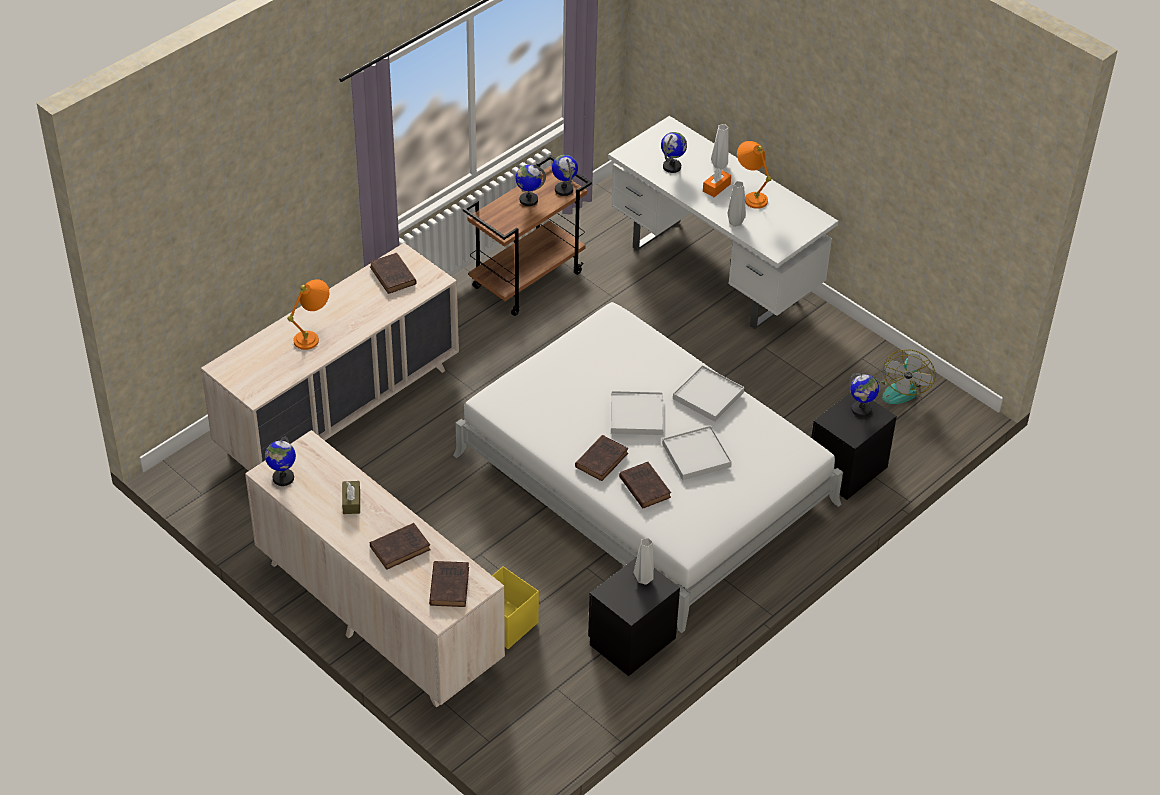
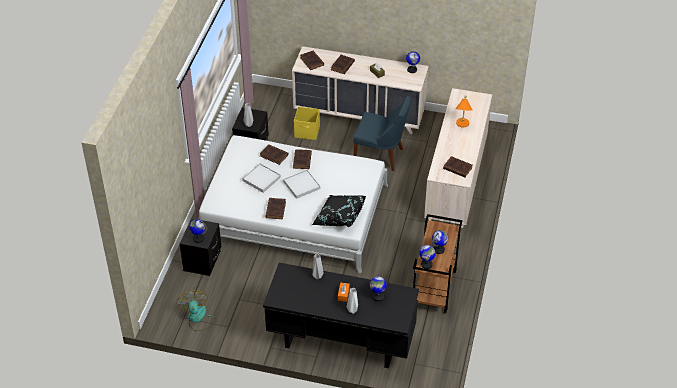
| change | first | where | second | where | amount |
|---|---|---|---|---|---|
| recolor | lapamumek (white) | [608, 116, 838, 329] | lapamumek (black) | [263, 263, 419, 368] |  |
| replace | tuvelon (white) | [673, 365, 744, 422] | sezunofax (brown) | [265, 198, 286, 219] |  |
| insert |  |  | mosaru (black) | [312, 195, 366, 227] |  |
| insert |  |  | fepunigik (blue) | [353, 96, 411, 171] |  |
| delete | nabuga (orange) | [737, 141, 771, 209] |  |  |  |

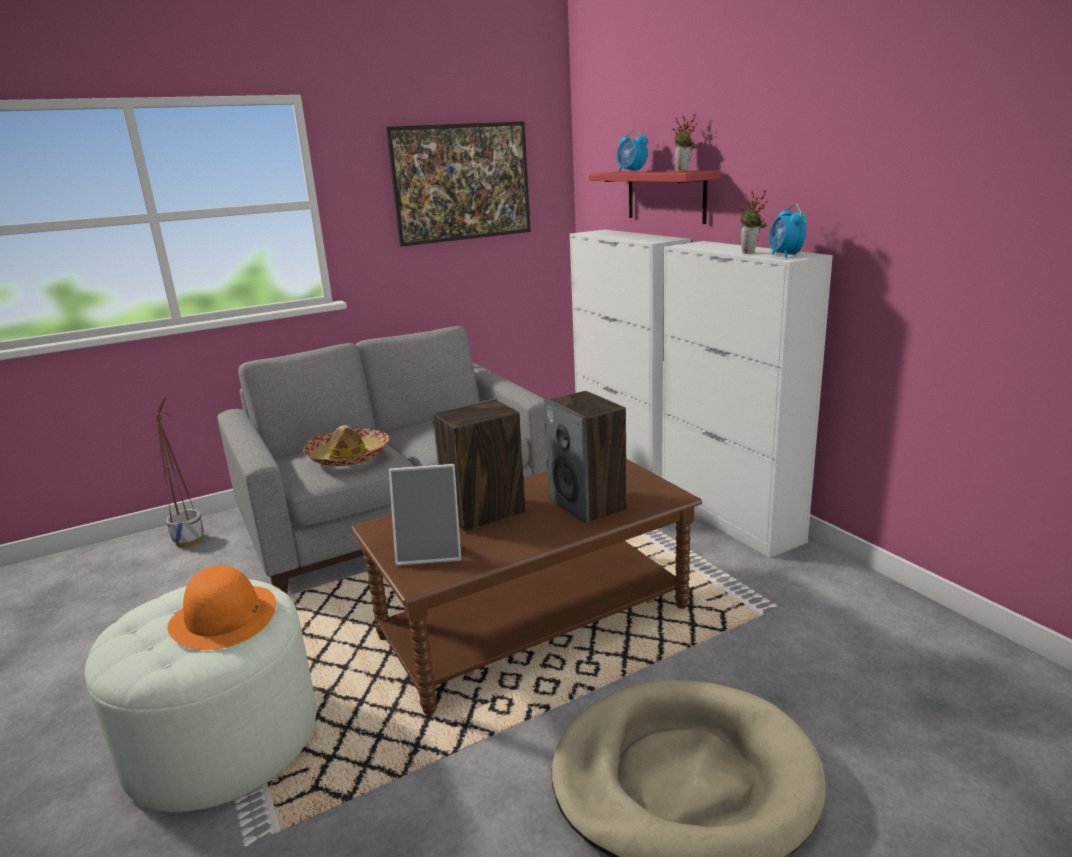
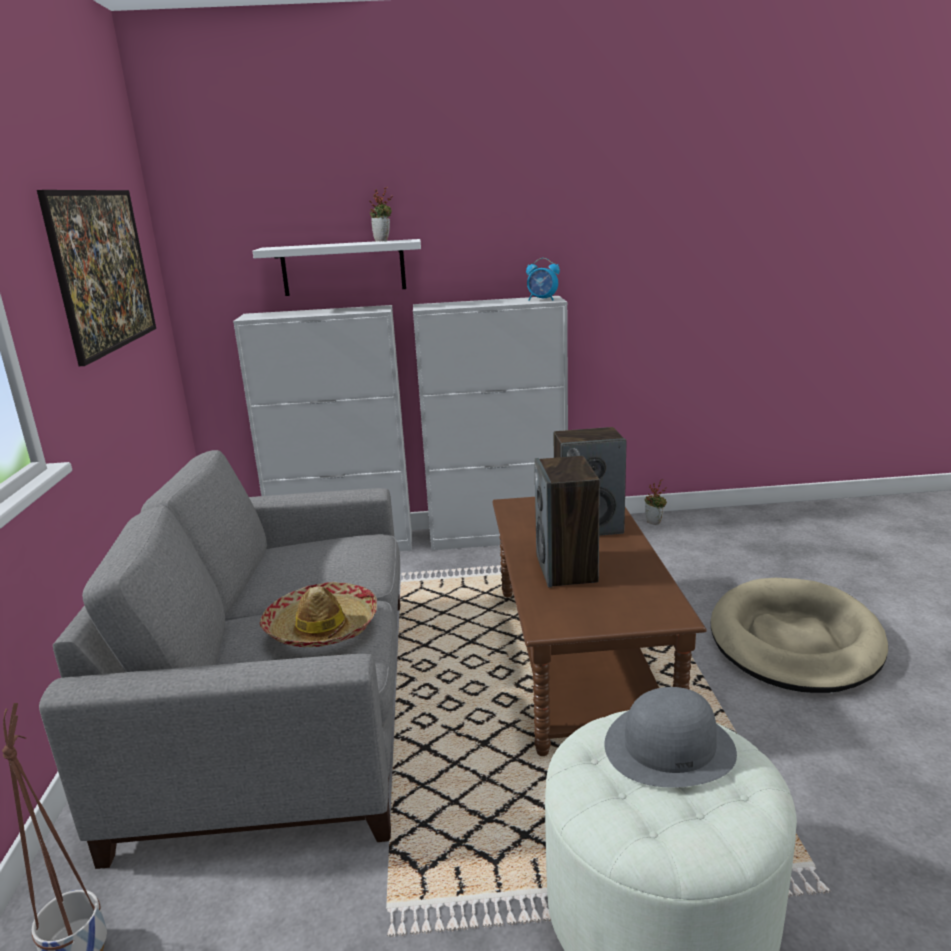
| change | first | where | second | where | amount |
|---|---|---|---|---|---|
| recolor | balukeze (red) | [589, 171, 721, 224] | balukeze (white) | [253, 239, 421, 296] |  |
| recolor | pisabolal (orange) | [167, 565, 276, 650] | pisabolal (grey) | [604, 687, 737, 787] |  |
| move | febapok | [739, 189, 768, 254] |  | [645, 480, 667, 525] |  |
| delete | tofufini | [389, 464, 461, 566] |  |  |  |
| delete | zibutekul | [616, 130, 648, 173] |  |  |  |

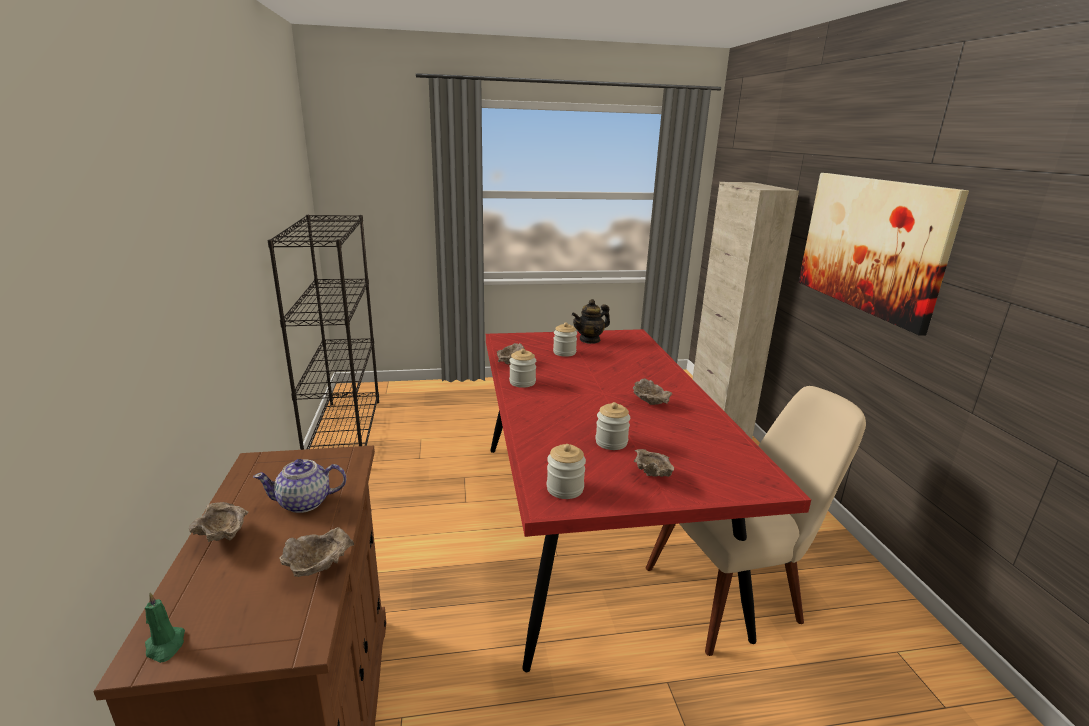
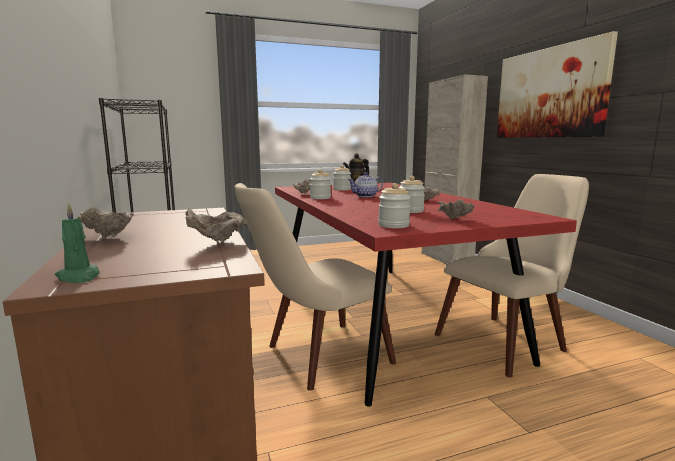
| change | first | where | second | where | amount |
|---|---|---|---|---|---|
| insert |  |  | fepunigik (beige) | [235, 183, 396, 391] |  |
| move | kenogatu | [253, 459, 346, 513] |  | [348, 172, 383, 197] |  |

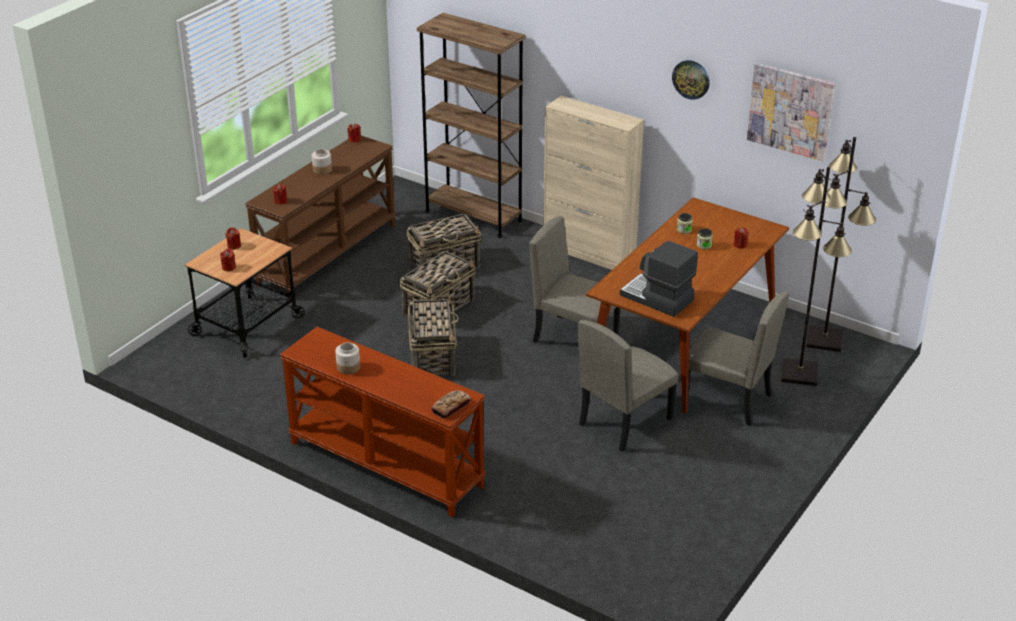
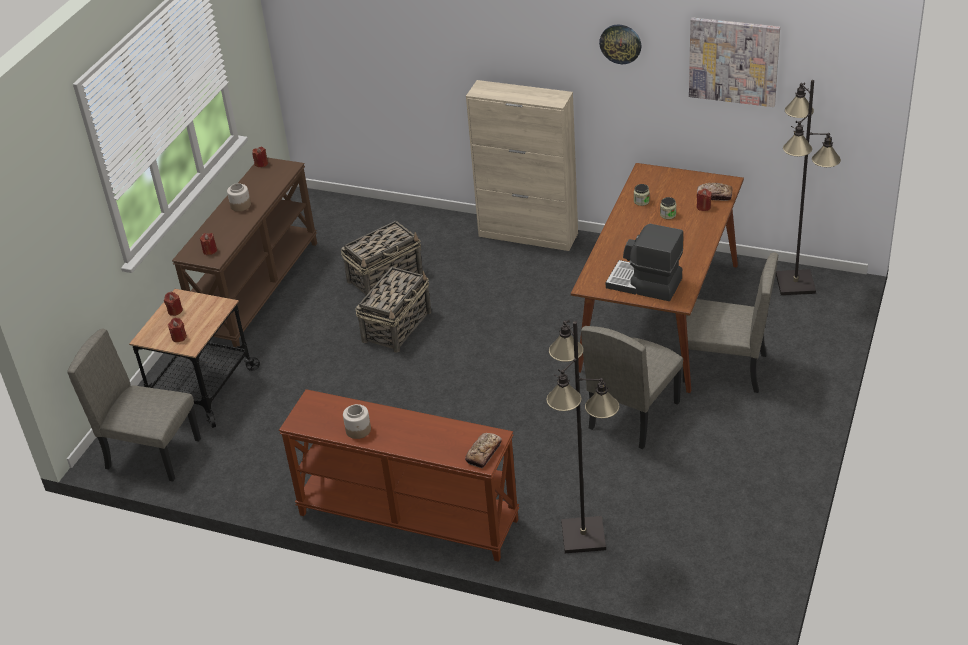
| change | first | where | second | where | amount |
|---|---|---|---|---|---|
| move | fepunigik (beige) | [529, 216, 621, 343] |  | [67, 329, 201, 482] |  |
| move | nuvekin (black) | [782, 166, 852, 386] |  | [546, 320, 620, 553] |  |
| insert |  |  | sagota | [697, 183, 733, 201] |  |
| delete | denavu | [408, 295, 459, 376] |  |  |  |
| delete | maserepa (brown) | [417, 13, 526, 238] |  |  |  |

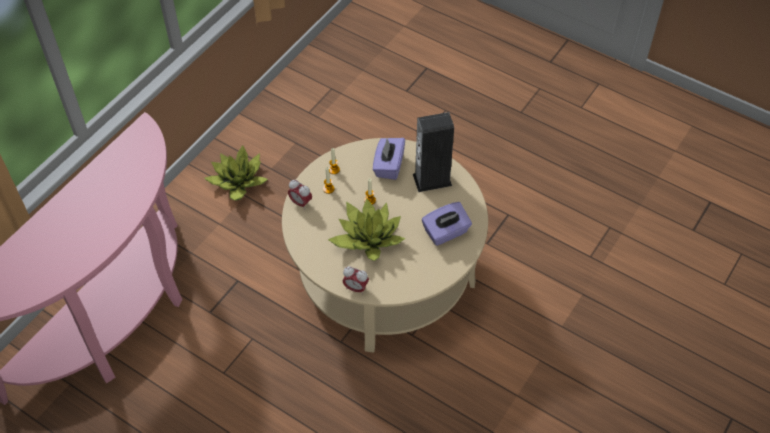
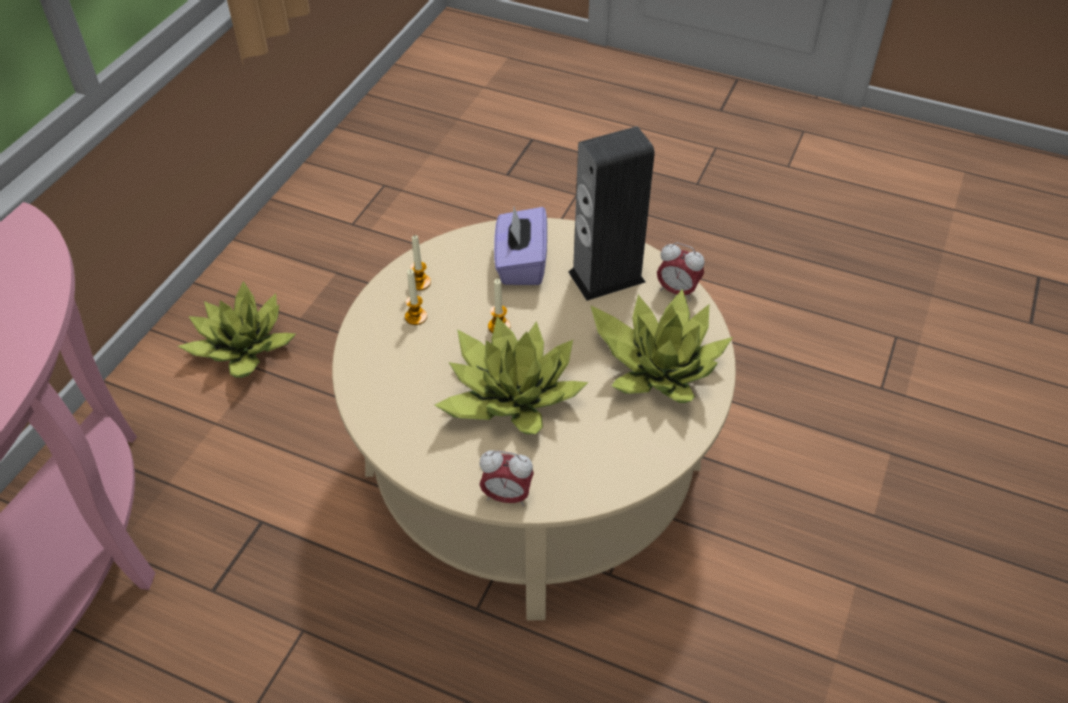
| change | first | where | second | where | amount |
|---|---|---|---|---|---|
| replace | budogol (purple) | [422, 202, 472, 246] | febapok | [590, 289, 733, 403] |  |
| move | zibutekul | [288, 180, 312, 210] |  | [657, 242, 705, 301] |  |

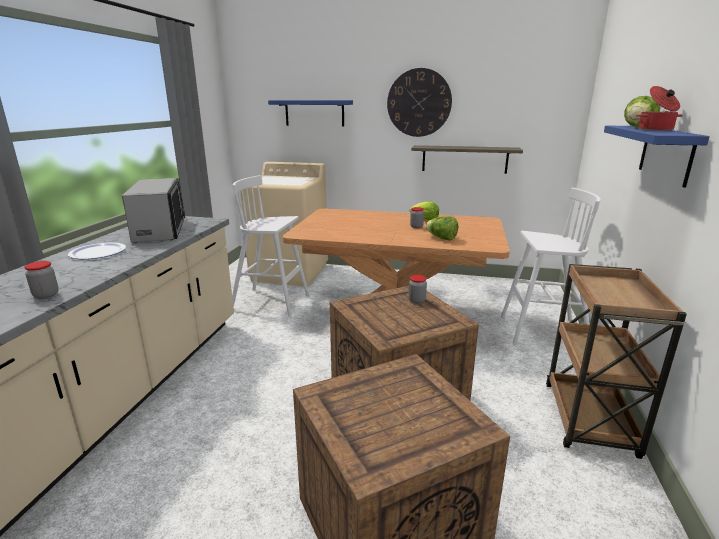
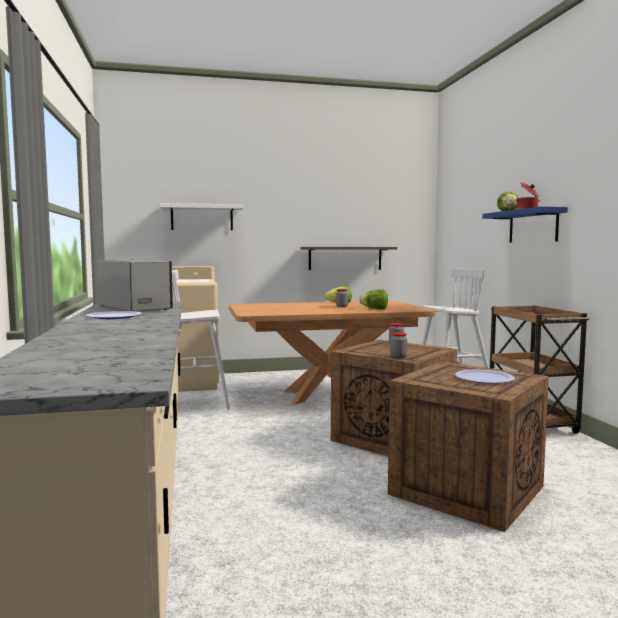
| change | first | where | second | where | amount |
|---|---|---|---|---|---|
| recolor | balukeze (blue) | [268, 100, 353, 127] | balukeze (white) | [160, 203, 244, 230] |  |
| move | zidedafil | [24, 261, 59, 299] |  | [390, 332, 407, 358] |  |
| insert |  |  | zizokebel | [455, 370, 515, 384] |  |
| delete | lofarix | [387, 68, 452, 137] |  |  |  |

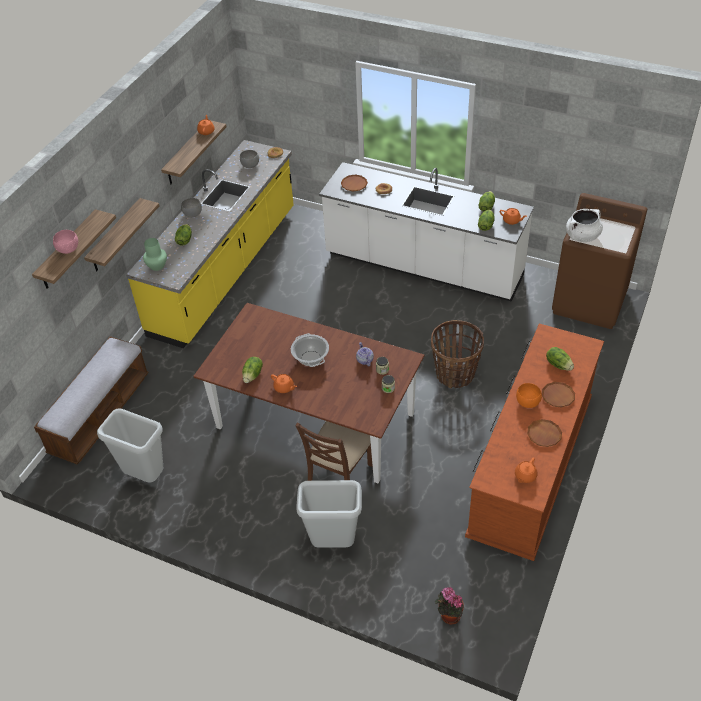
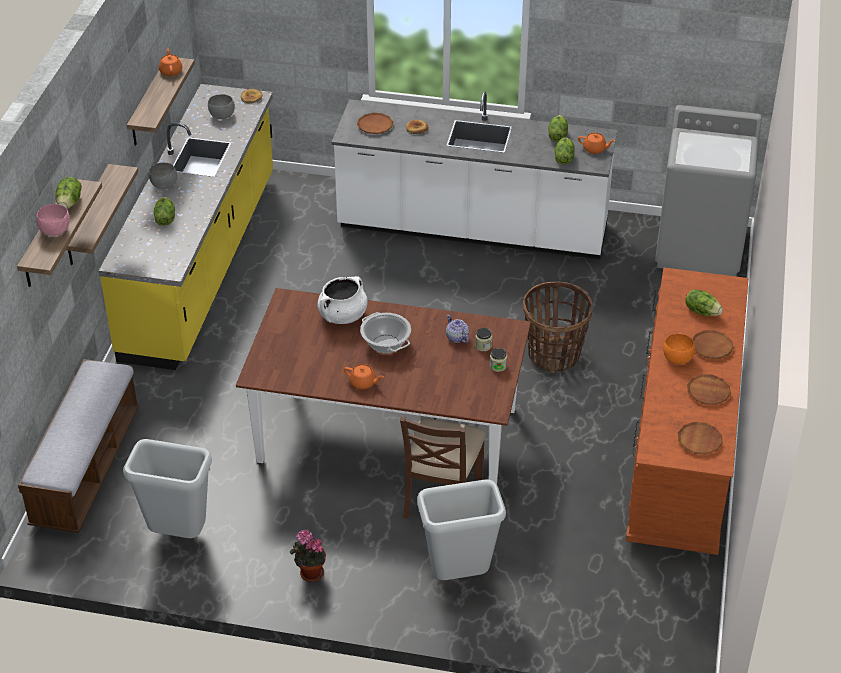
| change | first | where | second | where | amount |
|---|---|---|---|---|---|
| move | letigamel | [242, 357, 263, 383] |  | [55, 177, 82, 209] |  |
| move | febapok | [435, 587, 464, 625] |  | [290, 529, 326, 582] |  |
| move | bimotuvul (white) | [566, 209, 603, 242] |  | [317, 276, 368, 324] |  |
| recolor | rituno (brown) | [552, 193, 647, 329] | rituno (grey) | [655, 105, 762, 276] |  |
| replace | kenogatu (orange) | [515, 458, 538, 483] | zizokebel (brown) | [678, 422, 722, 455] |  |
| delete | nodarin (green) | [143, 238, 167, 271] |  |  |  |

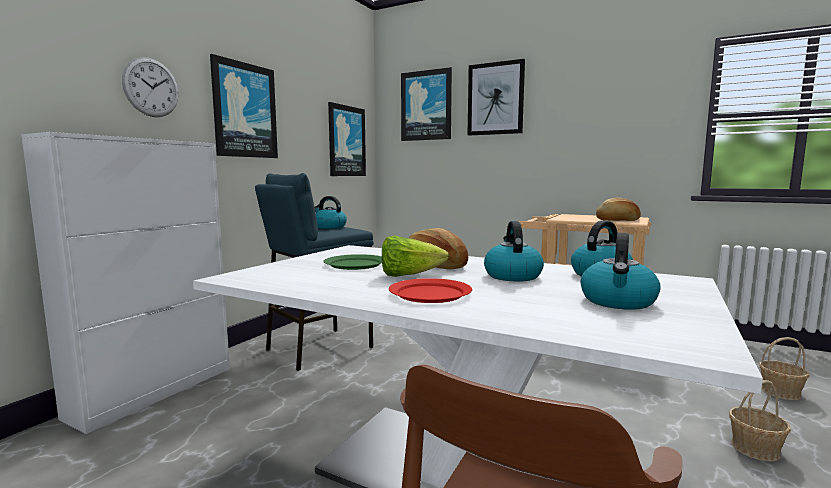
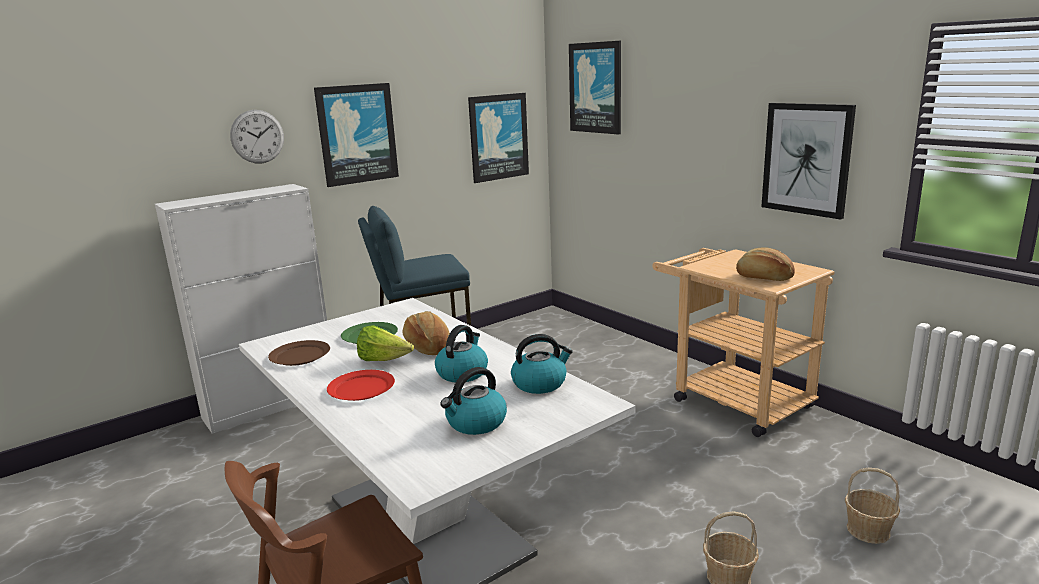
| change | first | where | second | where | amount |
|---|---|---|---|---|---|
| insert |  |  | zizokebel (brown) | [268, 340, 330, 366] |  |
| move | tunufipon | [467, 59, 525, 135] |  | [761, 103, 856, 220] |  |
| delete | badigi | [315, 196, 347, 229] |  |  |  |

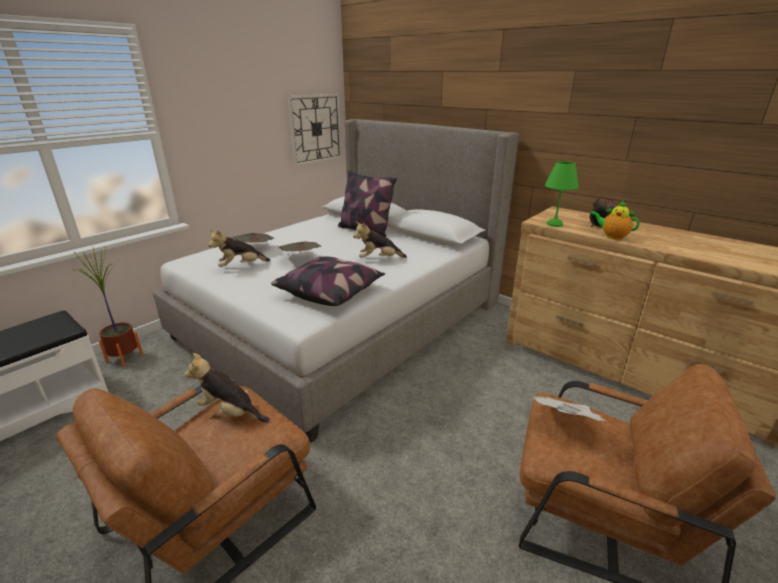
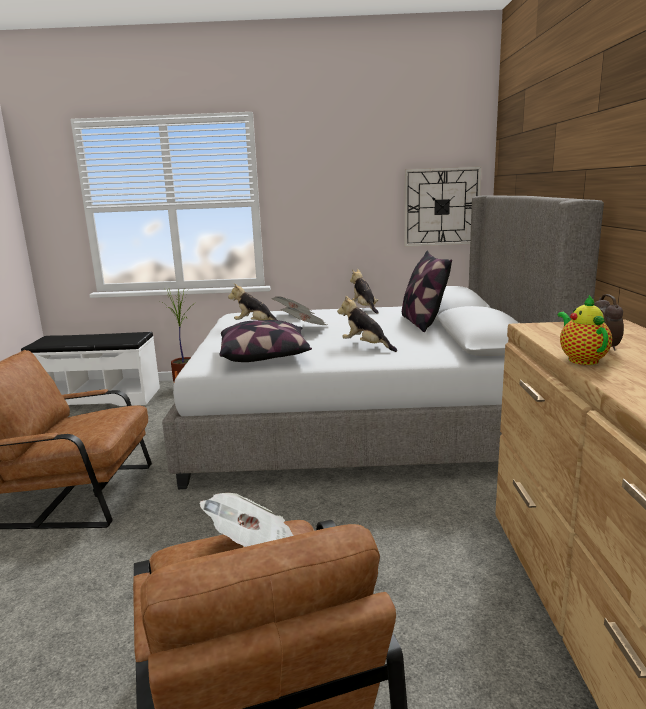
| change | first | where | second | where | amount |
|---|---|---|---|---|---|
| move | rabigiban | [184, 353, 270, 422] |  | [350, 269, 379, 314] |  |
| delete | nabuga (green) | [545, 161, 579, 227] |  |  |  |

